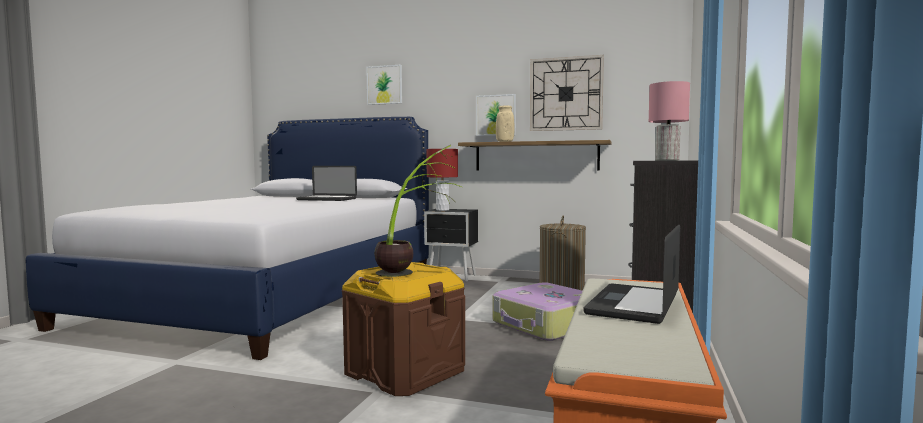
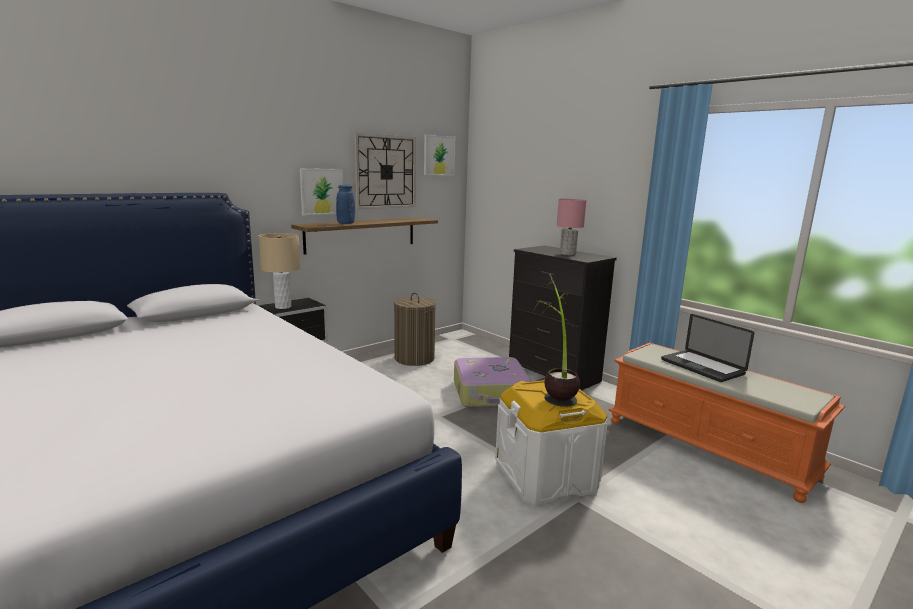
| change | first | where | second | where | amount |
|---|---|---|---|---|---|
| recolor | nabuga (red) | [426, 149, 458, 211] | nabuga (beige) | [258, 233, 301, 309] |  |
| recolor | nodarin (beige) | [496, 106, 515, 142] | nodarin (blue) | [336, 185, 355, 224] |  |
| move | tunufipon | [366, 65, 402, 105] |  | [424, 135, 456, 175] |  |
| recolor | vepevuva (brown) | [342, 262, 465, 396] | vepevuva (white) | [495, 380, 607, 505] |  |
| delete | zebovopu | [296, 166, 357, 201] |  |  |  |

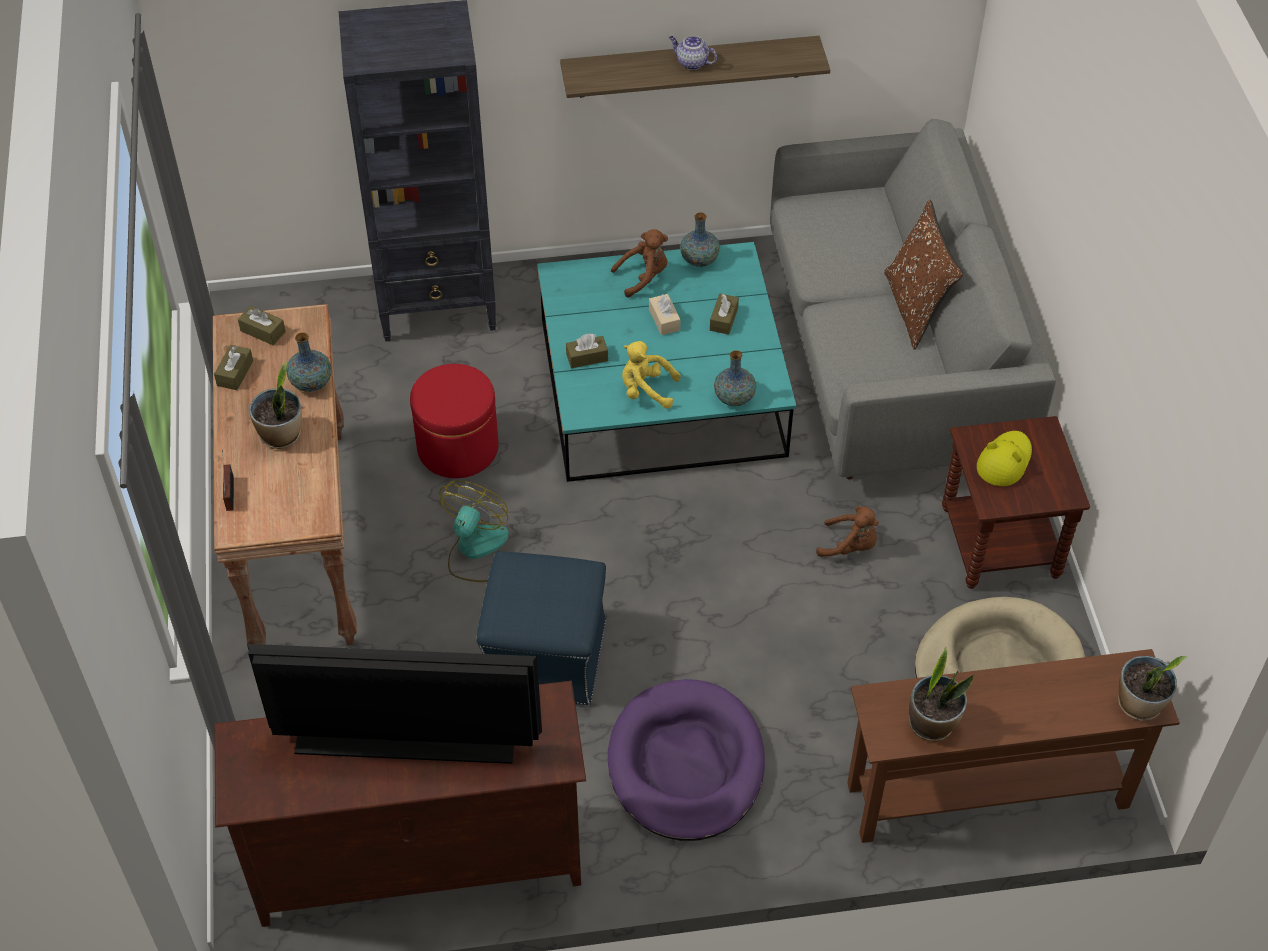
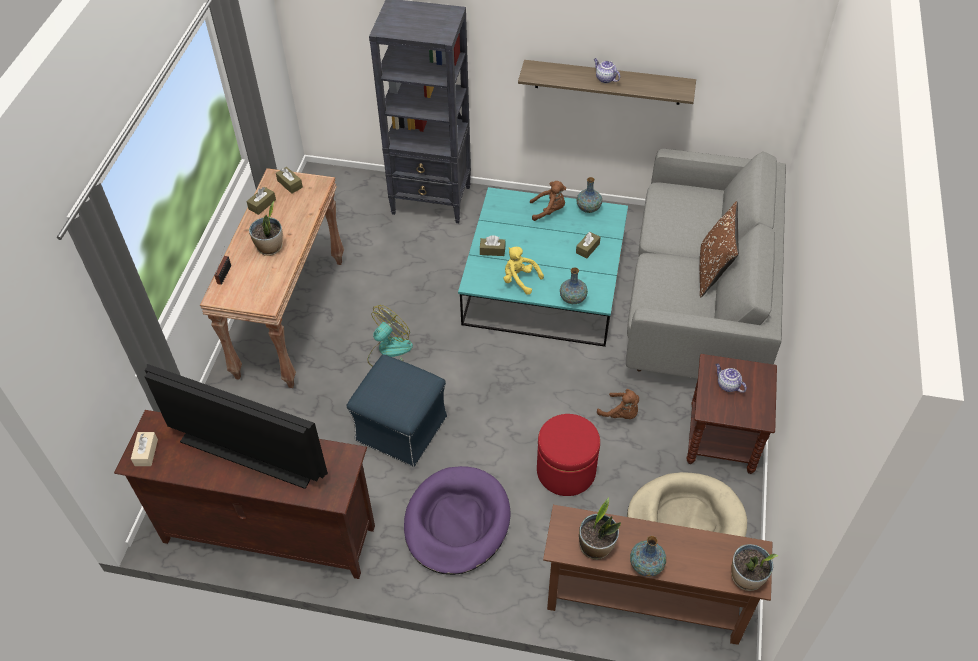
| change | first | where | second | where | amount |
|---|---|---|---|---|---|
| move | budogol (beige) | [649, 294, 680, 335] |  | [131, 432, 158, 466] |  |
| move | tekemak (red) | [410, 364, 499, 478] |  | [537, 414, 600, 496] |  |
| move | nodarin | [286, 332, 332, 392] |  | [630, 536, 666, 577] |  |
| replace | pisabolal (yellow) | [977, 431, 1032, 486] | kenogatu | [716, 363, 747, 393] |  |

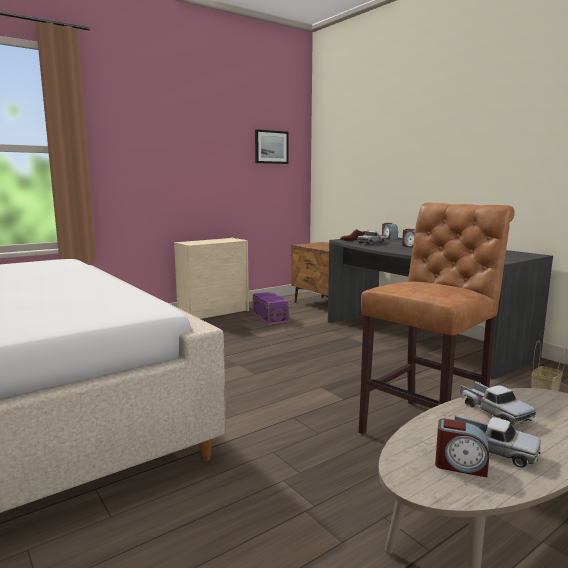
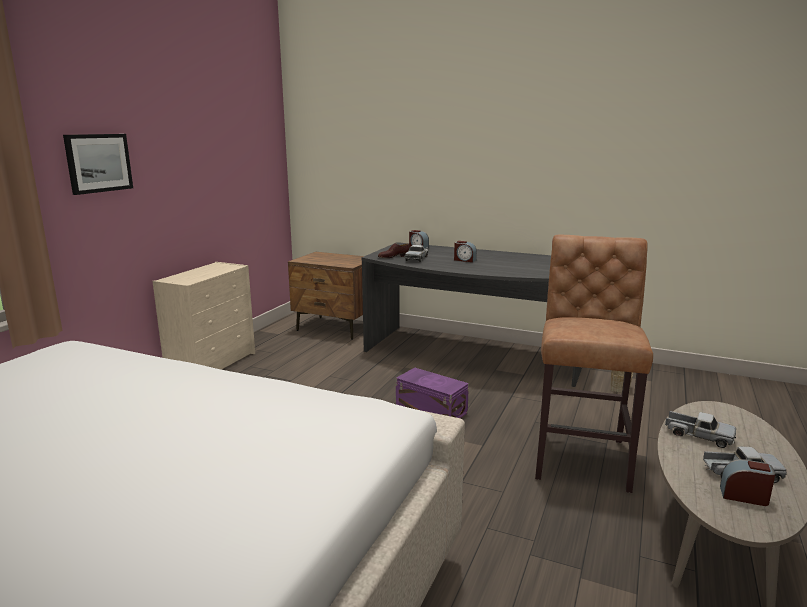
| change | first | where | second | where | amount |
|---|---|---|---|---|---|
| move | tunufipon | [255, 129, 288, 164] |  | [63, 134, 133, 195] |  |
| move | vepevuva (purple) | [253, 292, 289, 325] |  | [396, 368, 469, 418] |  |
| rotate | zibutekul | [435, 418, 489, 477] |  | [720, 459, 775, 506] | 150 degrees counterclockwise |

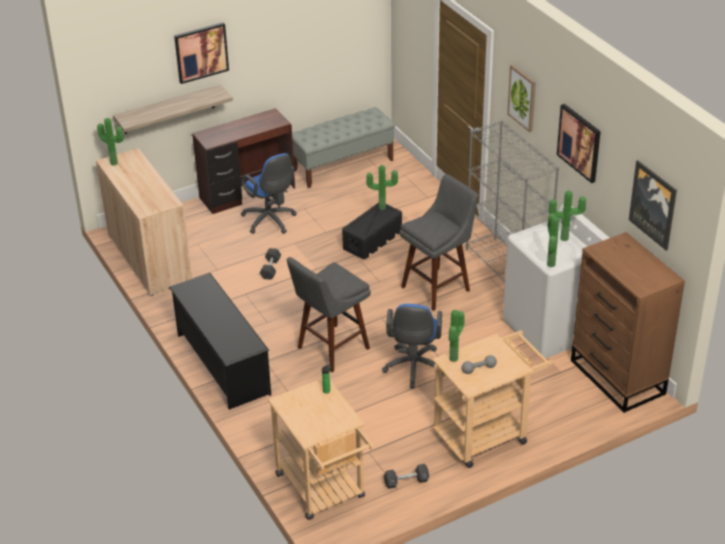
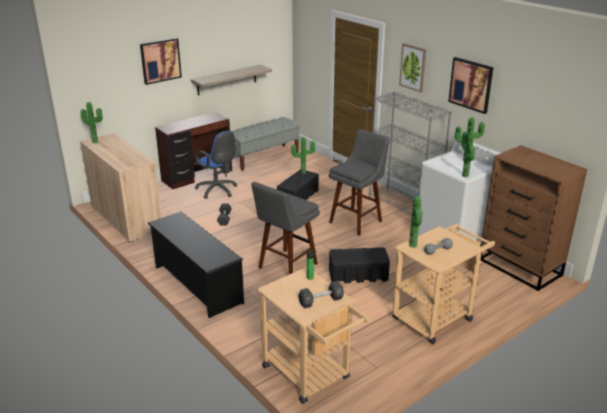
| change | first | where | second | where | amount |
|---|---|---|---|---|---|
| move | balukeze | [113, 84, 233, 134] |  | [191, 65, 272, 95] |  |
| move | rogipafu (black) | [384, 464, 429, 489] |  | [298, 281, 344, 309] |  |
| replace | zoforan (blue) | [382, 304, 444, 389] | vepevuva (black) | [329, 247, 390, 283] |  |
| delete | tunufipon | [629, 160, 677, 251] |  |  |  |

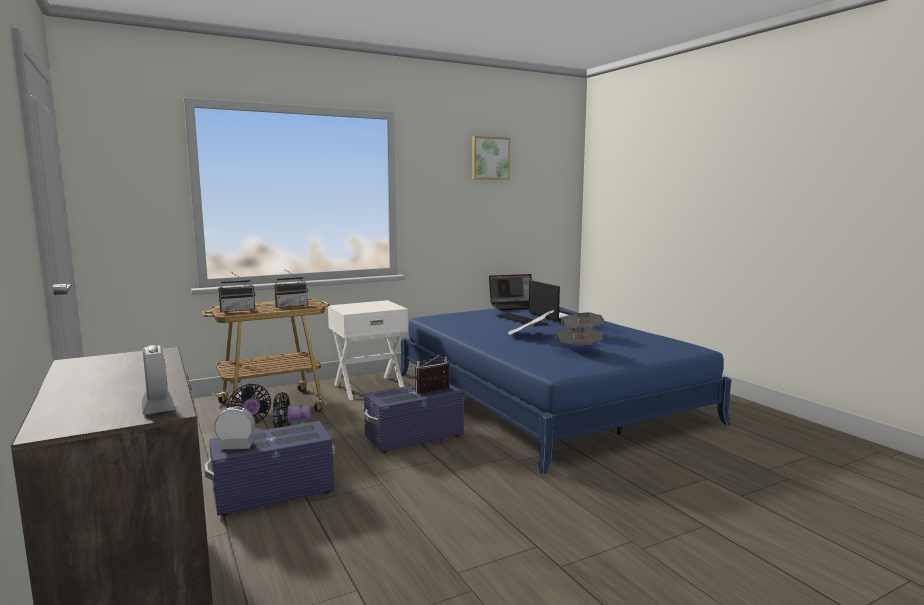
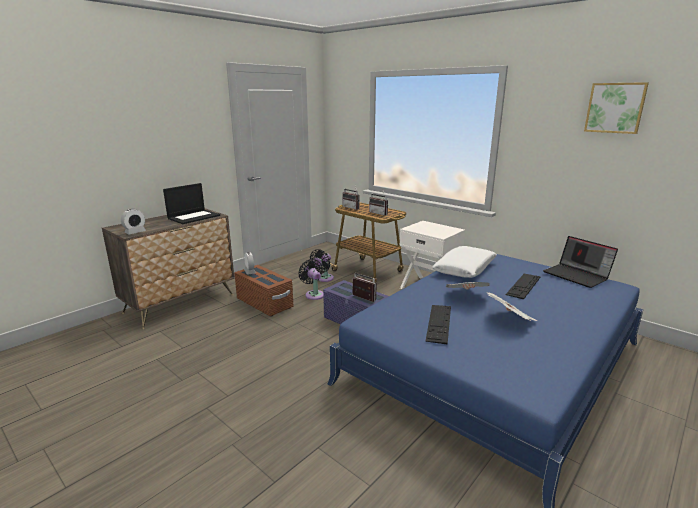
| change | first | where | second | where | amount |
|---|---|---|---|---|---|
| move | zebovopu | [529, 280, 573, 322] |  | [163, 183, 220, 224] |  |
| recolor | vepevuva (purple) | [204, 421, 335, 516] | vepevuva (brown) | [234, 265, 293, 317] |  |
| replace | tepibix | [553, 327, 604, 345] | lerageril | [425, 305, 451, 345] |  |
| insert |  |  | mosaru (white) | [432, 246, 497, 278] |  |

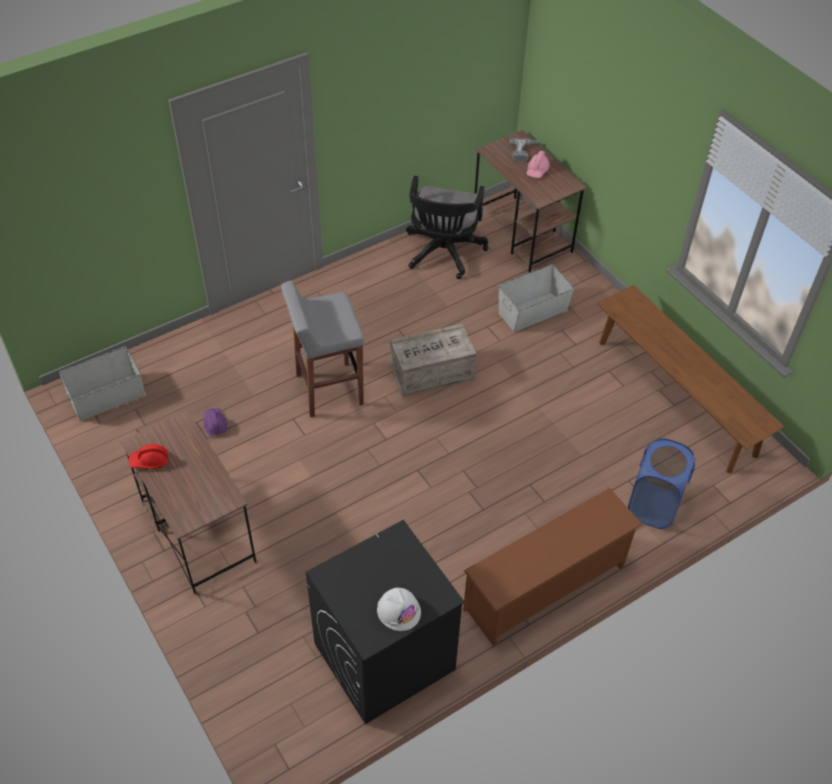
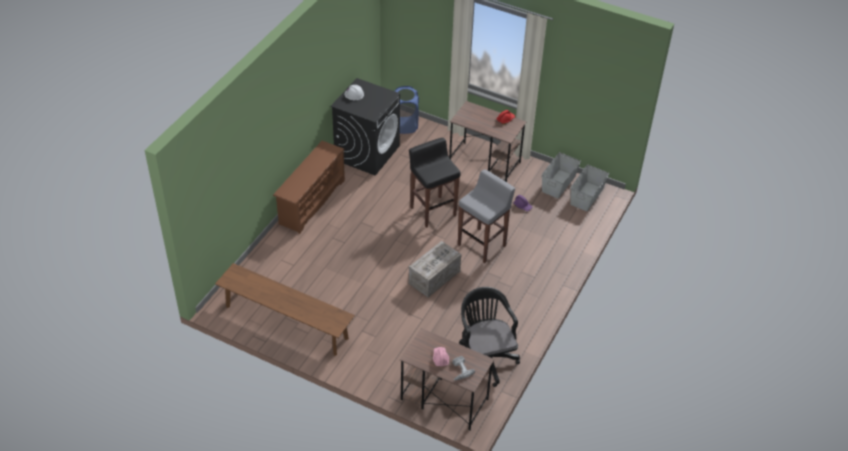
| change | first | where | second | where | amount |
|---|---|---|---|---|---|
| move | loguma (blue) | [628, 438, 696, 529] |  | [395, 86, 419, 134] |  |
| insert |  |  | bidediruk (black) | [409, 138, 460, 228] |  |
| move | vepevuva (grey) | [499, 264, 574, 332] |  | [542, 152, 581, 199] |  |

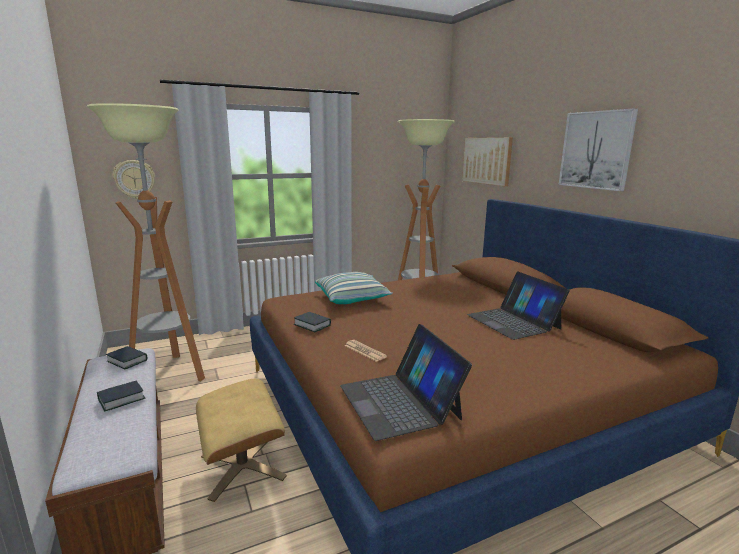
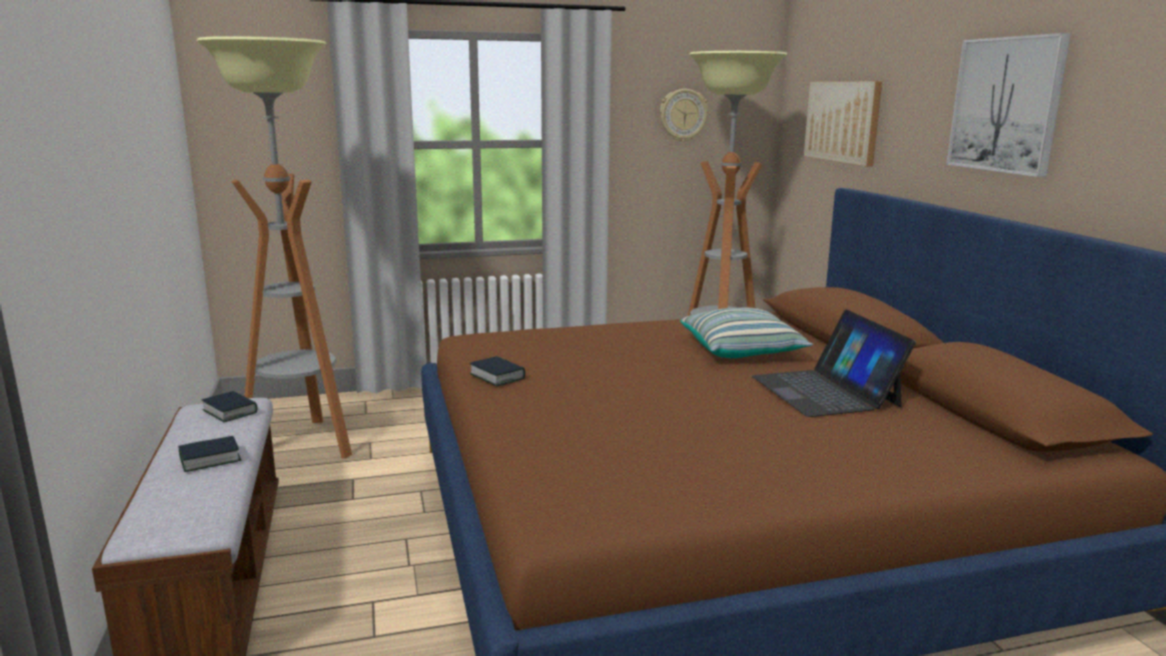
| change | first | where | second | where | amount |
|---|---|---|---|---|---|
| move | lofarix | [112, 160, 155, 199] |  | [660, 89, 708, 142] |  |
| move | mosaru | [315, 272, 393, 304] |  | [680, 308, 813, 358] |  |
| delete | tekemak (beige) | [196, 379, 287, 502] |  |  |  |
| delete | zebovopu | [340, 324, 472, 441] |  |  |  |
| delete | tepibix | [345, 340, 387, 362] |  |  |  |

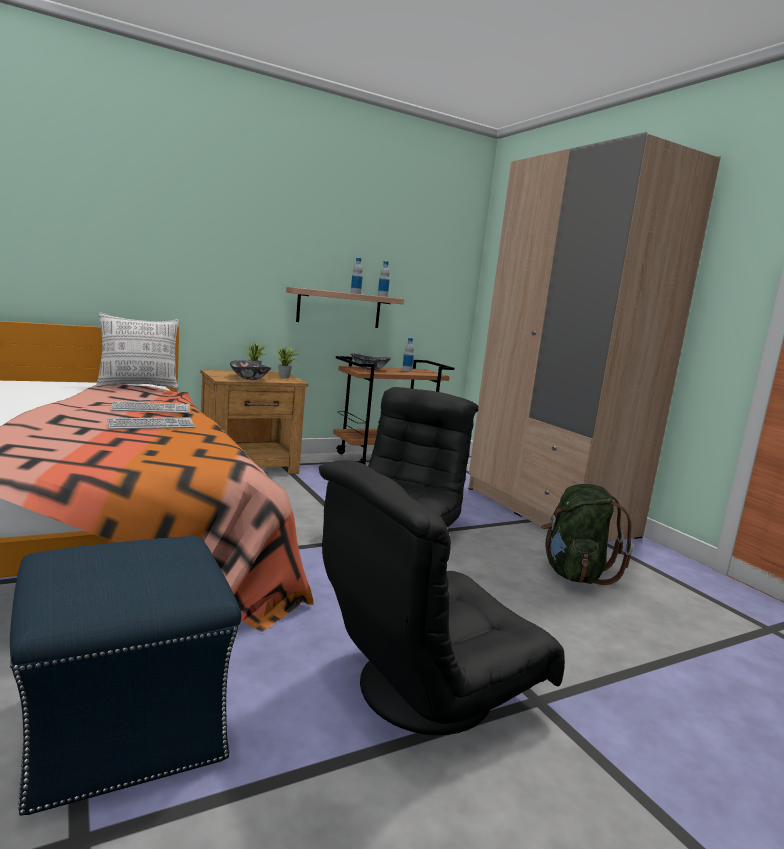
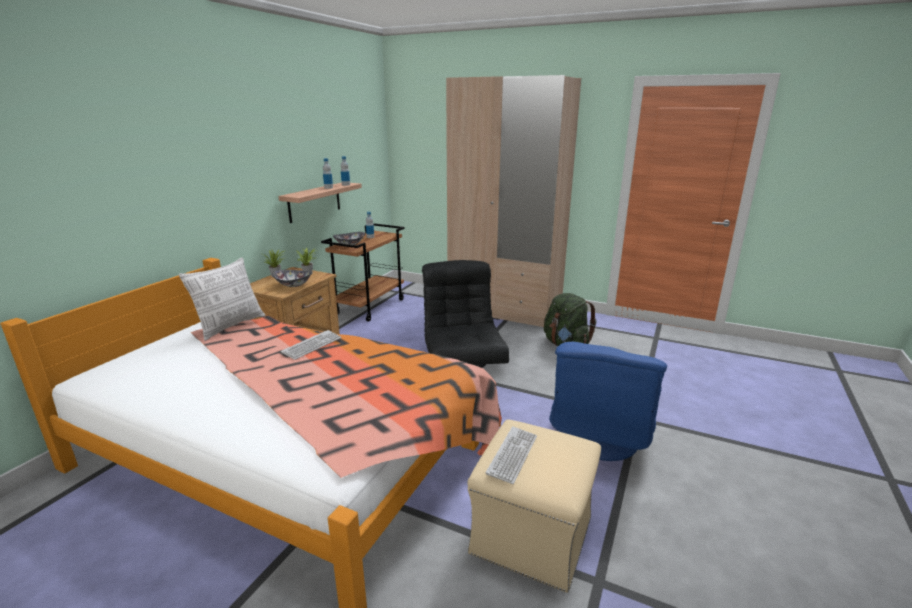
| change | first | where | second | where | amount |
|---|---|---|---|---|---|
| recolor | tekemak (blue) | [10, 536, 242, 815] | tekemak (beige) | [467, 419, 601, 593] |  |
| move | lerageril | [107, 417, 195, 429] |  | [486, 426, 537, 484] |  |
| recolor | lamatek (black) | [319, 460, 565, 735] | lamatek (blue) | [549, 342, 667, 461] |  |

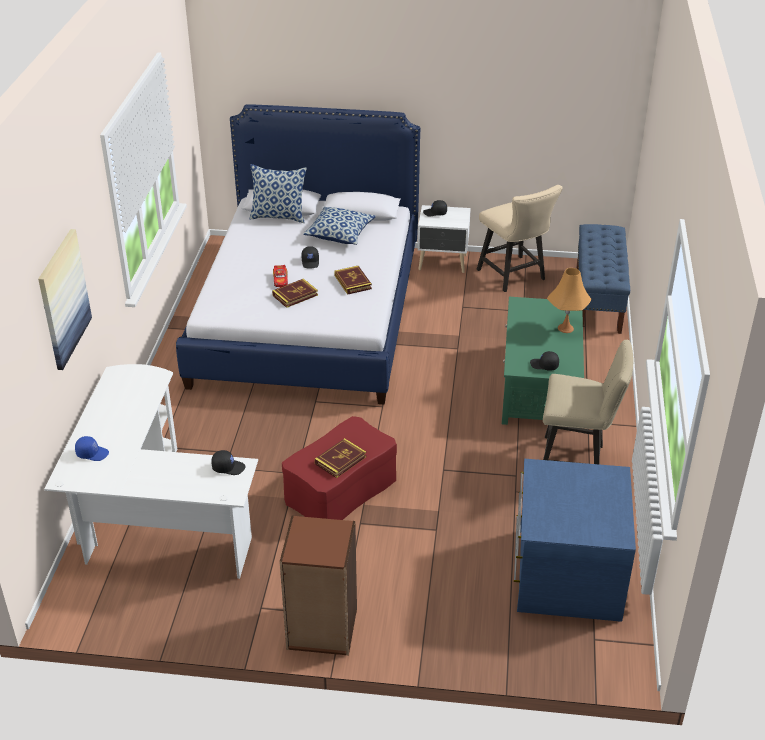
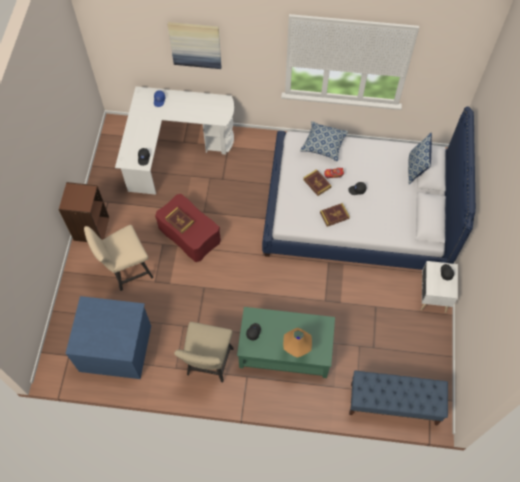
| change | first | where | second | where | amount |
|---|---|---|---|---|---|
| move | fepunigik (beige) | [477, 185, 562, 292] |  | [84, 225, 154, 291] |  |
| move | mosaru | [303, 207, 376, 245] |  | [300, 121, 348, 161] |  |

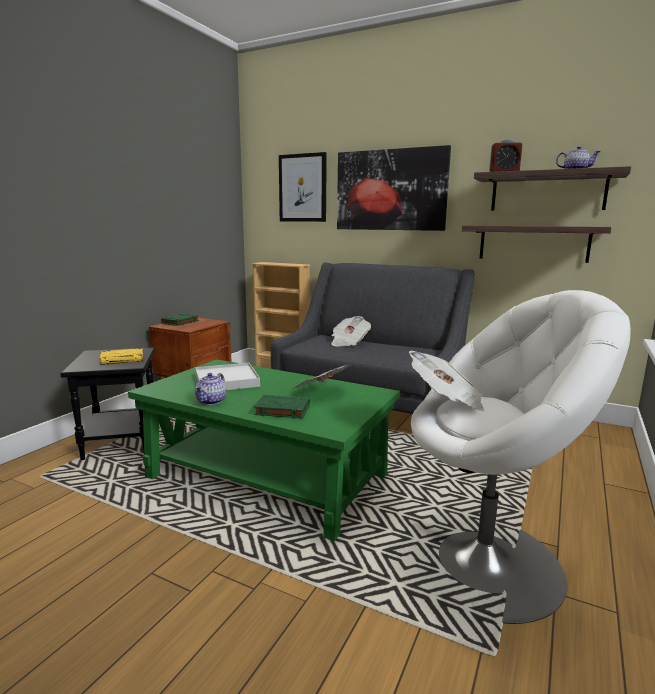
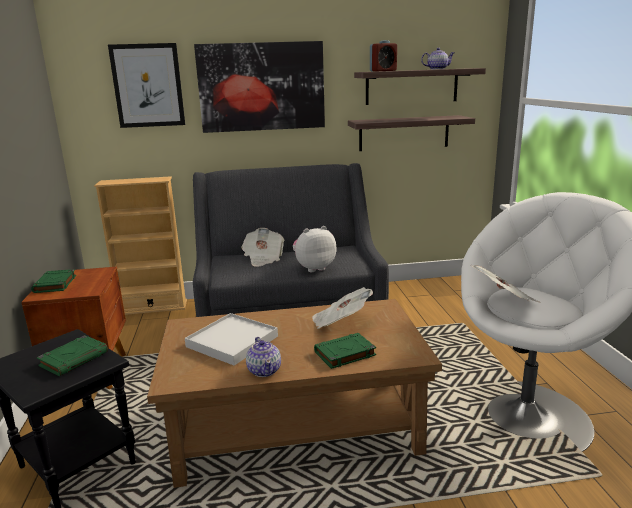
| change | first | where | second | where | amount |
|---|---|---|---|---|---|
| recolor | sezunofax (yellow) | [100, 348, 143, 365] | sezunofax (green) | [37, 335, 108, 376] |  |
| recolor | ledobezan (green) | [128, 359, 400, 541] | ledobezan (brown) | [147, 299, 442, 488] |  |
| insert |  |  | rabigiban | [293, 226, 336, 272] |  |

